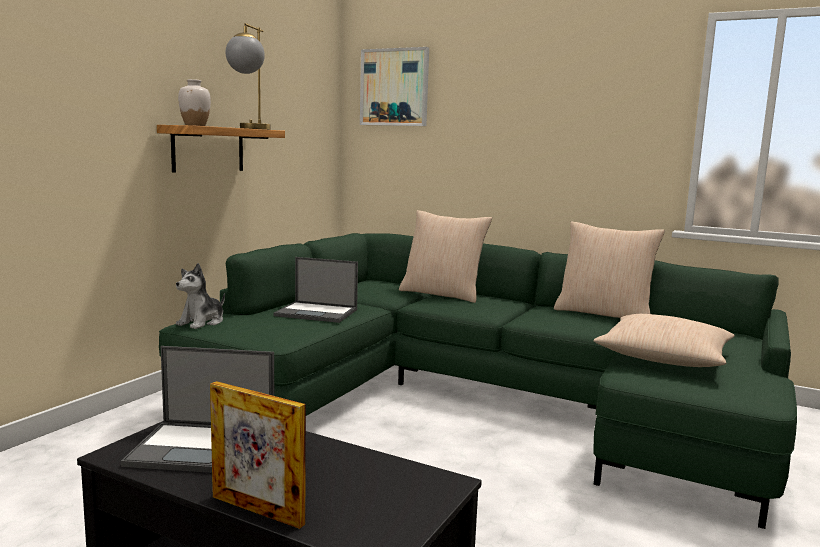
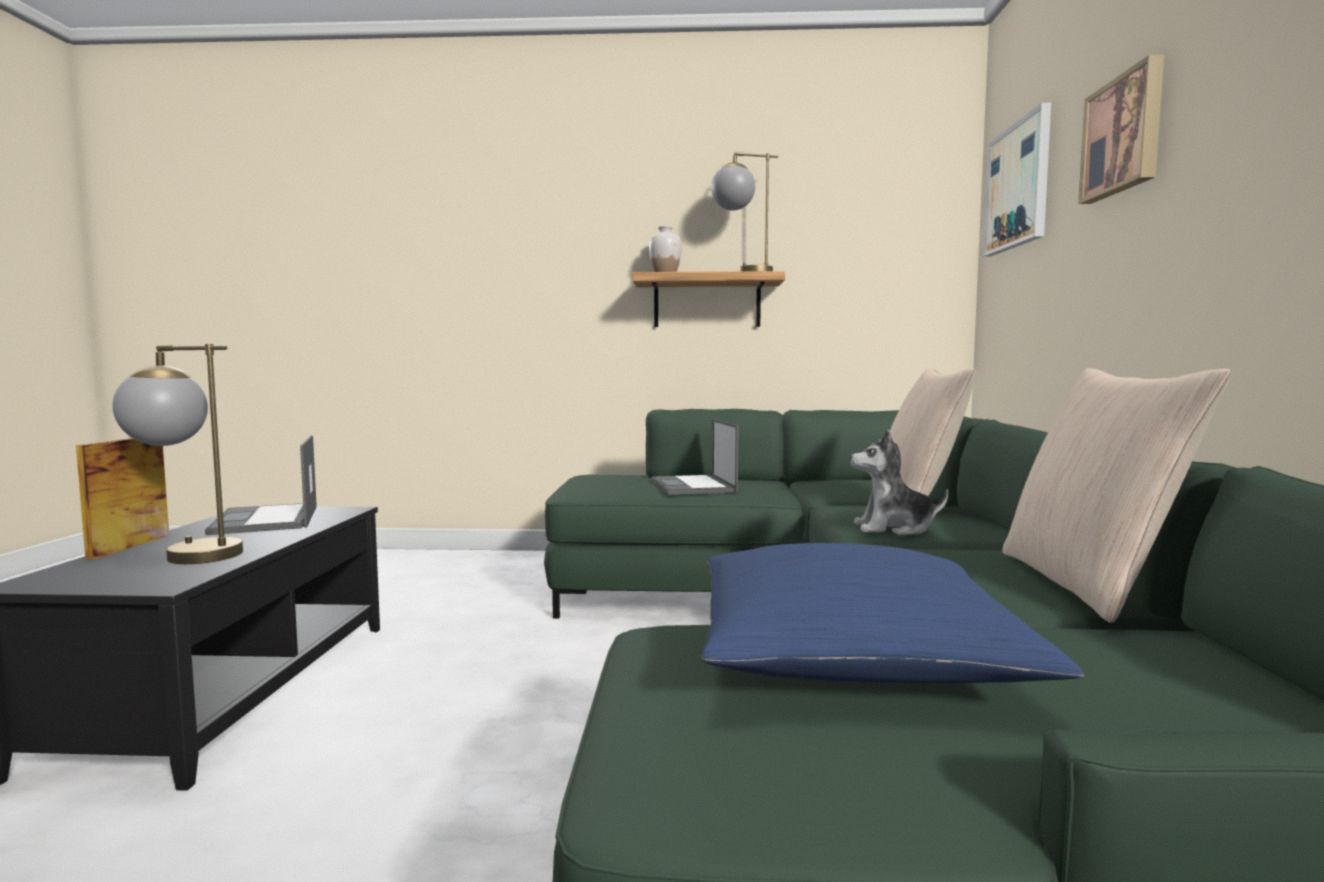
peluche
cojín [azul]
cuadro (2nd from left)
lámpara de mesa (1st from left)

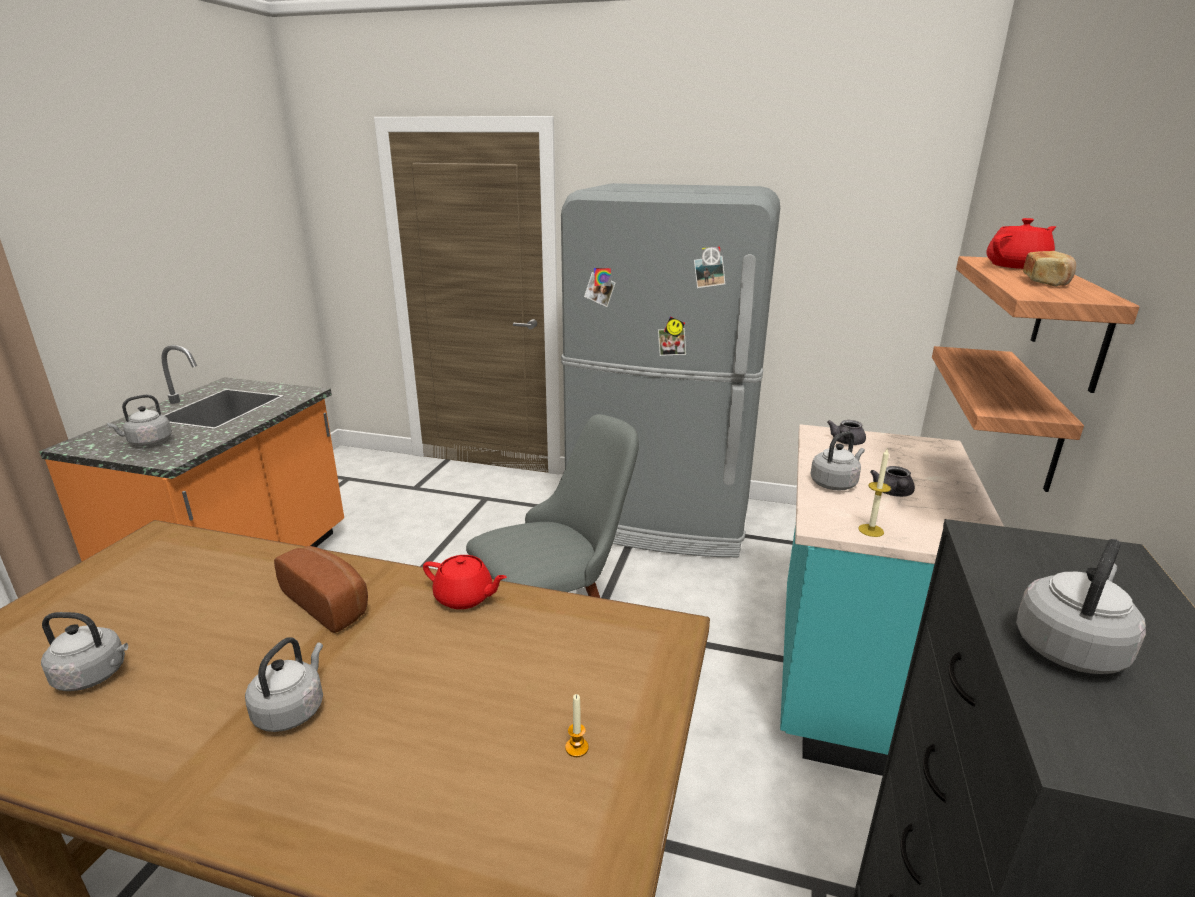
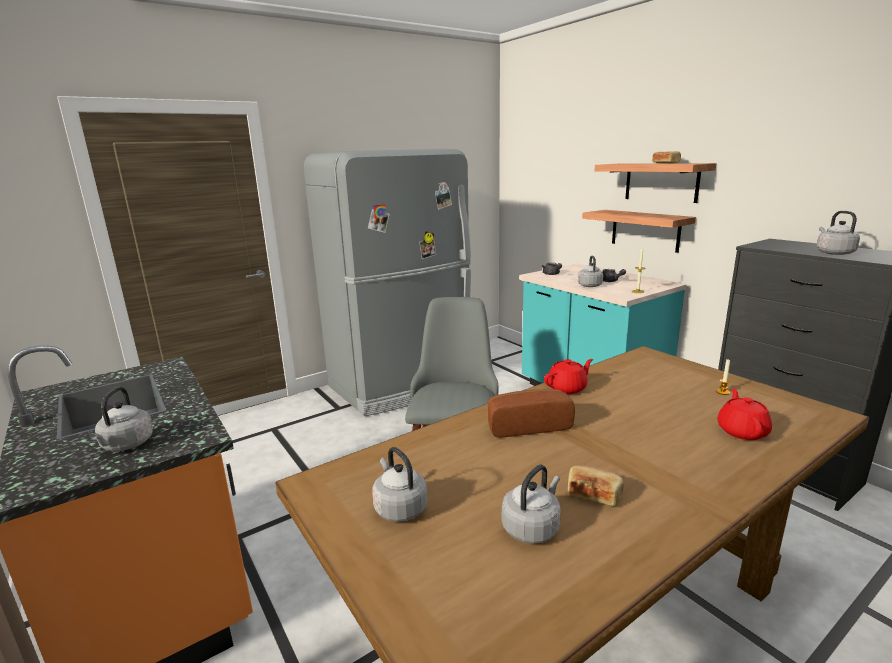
tetera [rojo] (2nd from left)
hervidor [gris] (2nd from left)
pan (2nd from left)

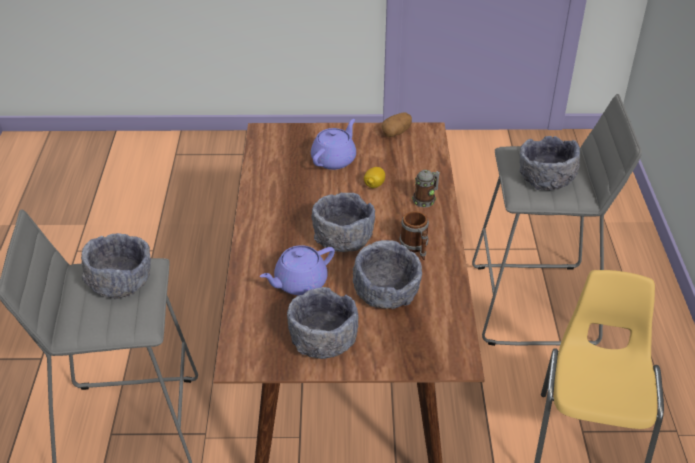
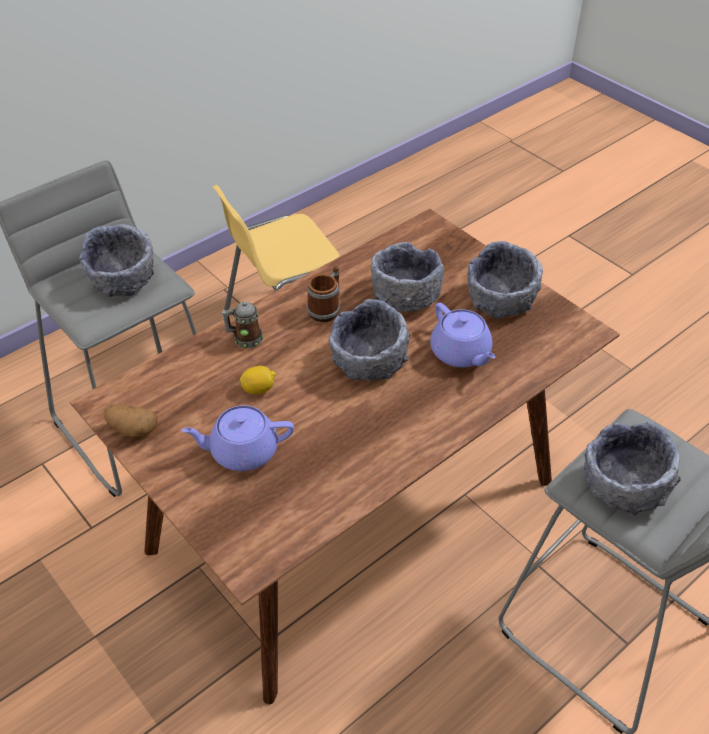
tetera [morado] (2nd from left)

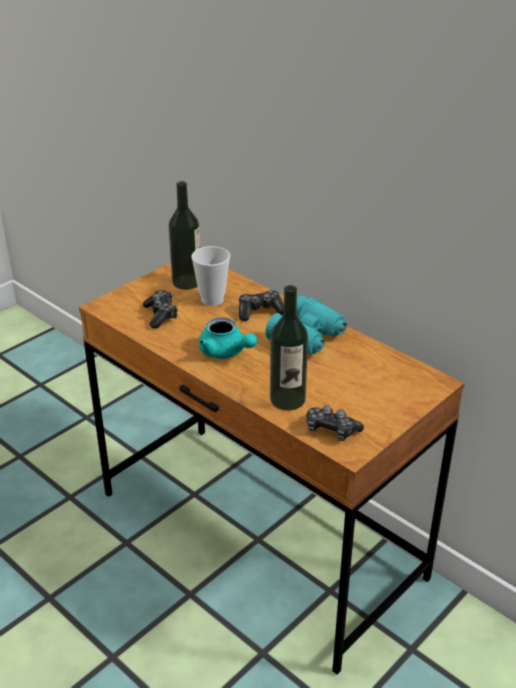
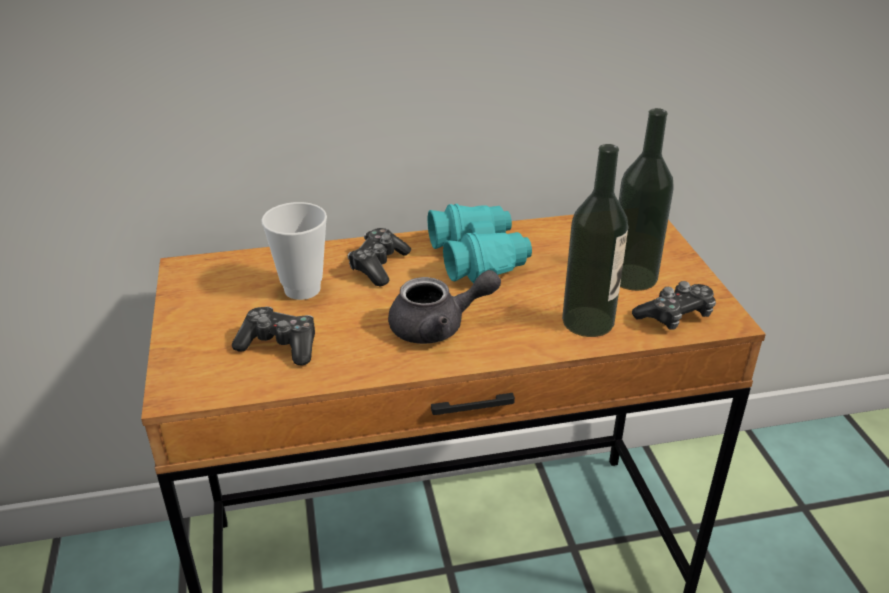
botella (2nd from left)
tetera [gris]

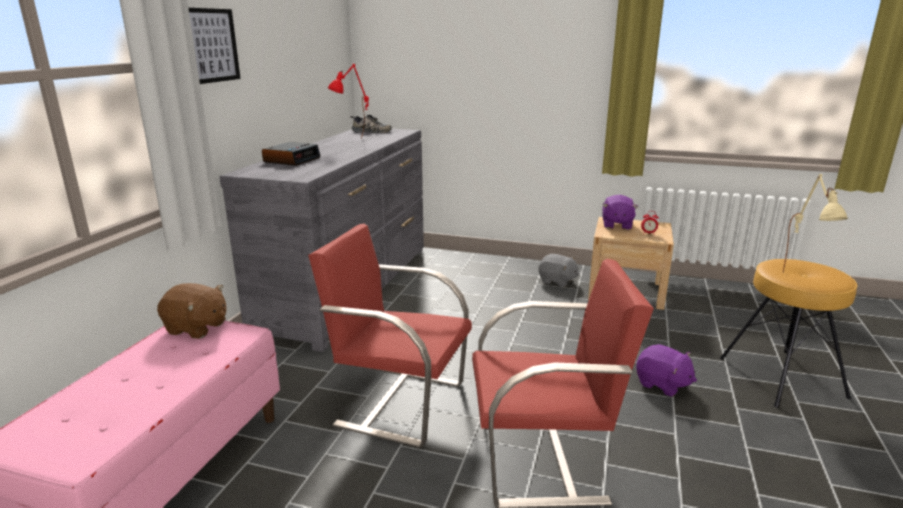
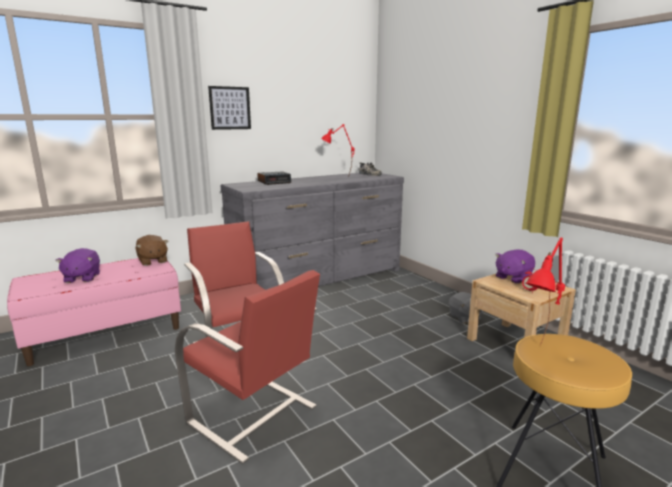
lámpara de mesa [rojo] (2nd from left)
peluche [morado] (1st from left)

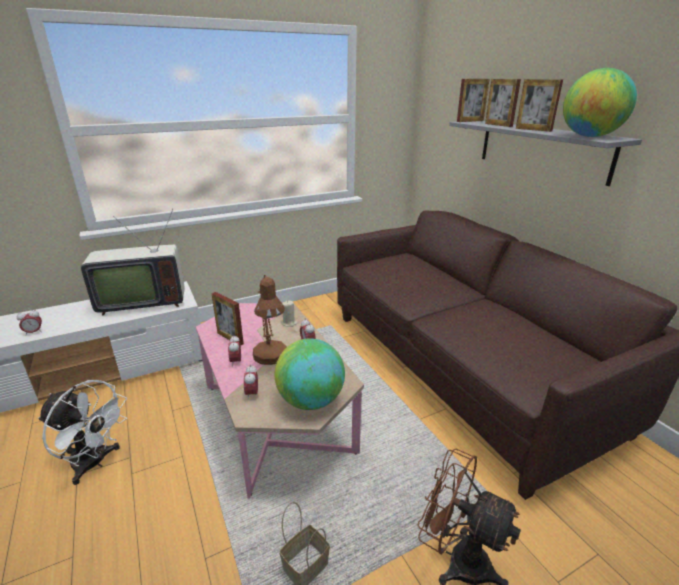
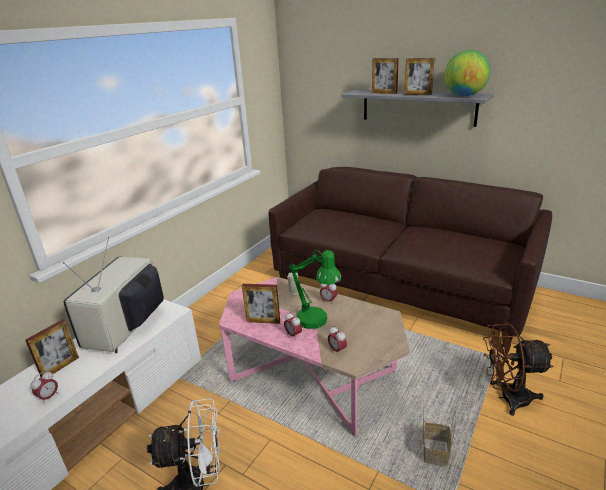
portarretratos (1st from left)
televisor
lámpara de mesa [verde]
globo terráqueo (1st from left in the first image)

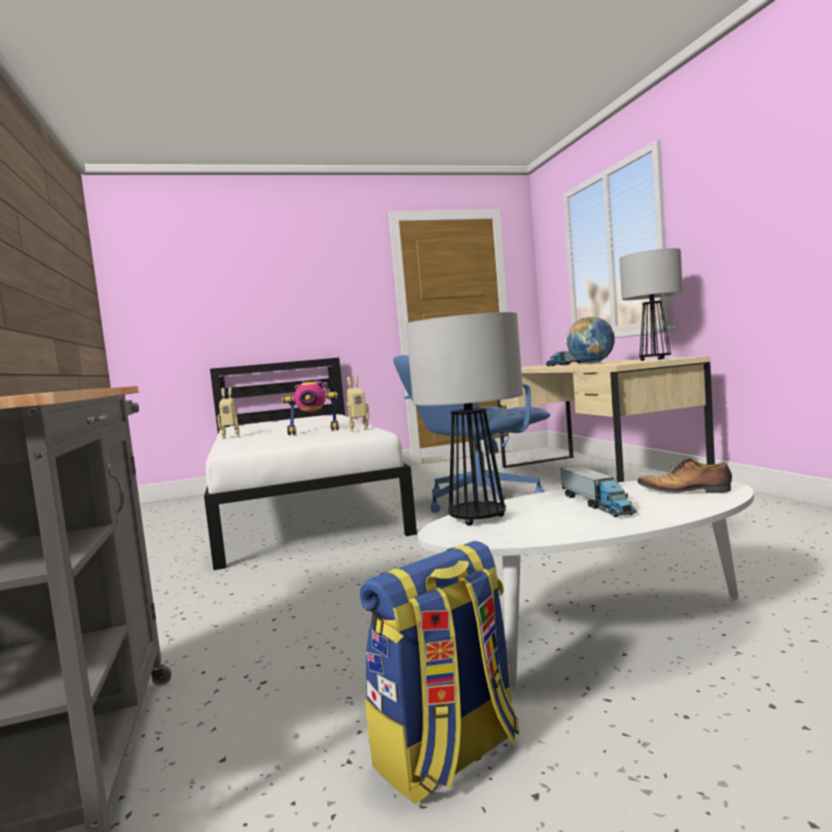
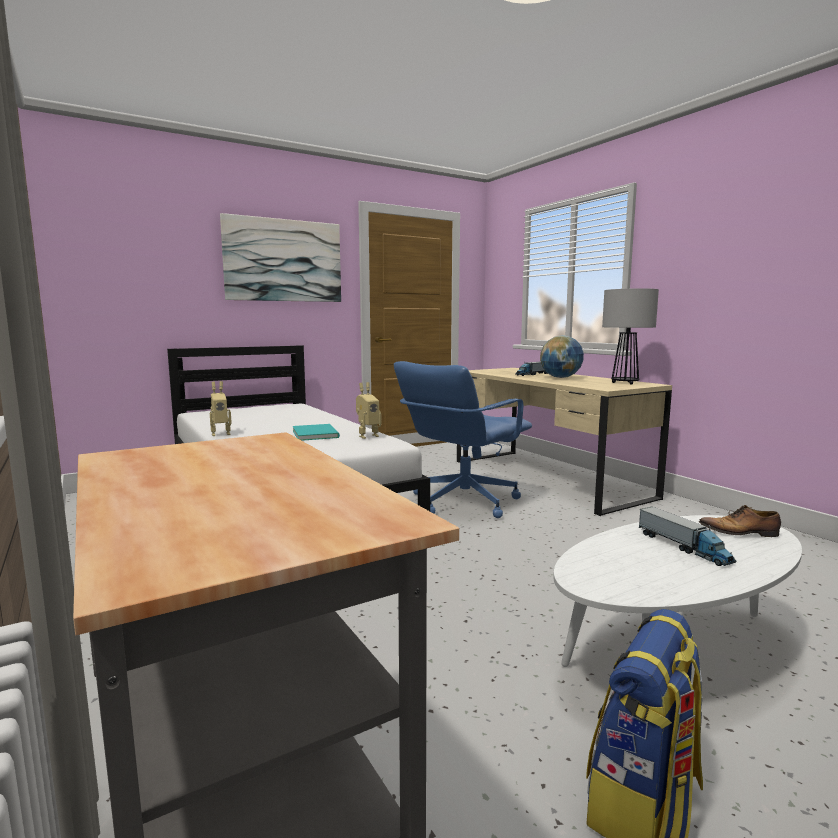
lámpara de mesa (1st from left in the first image)
libro [turquesa]
cuadro

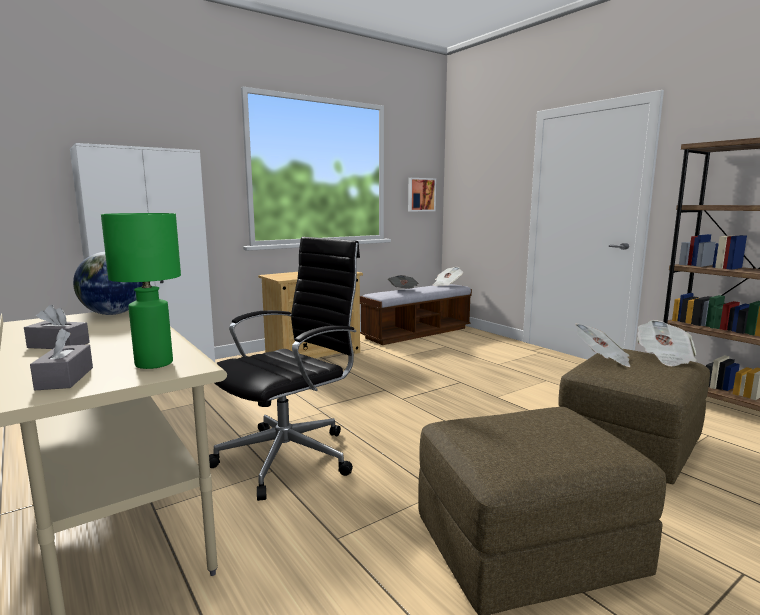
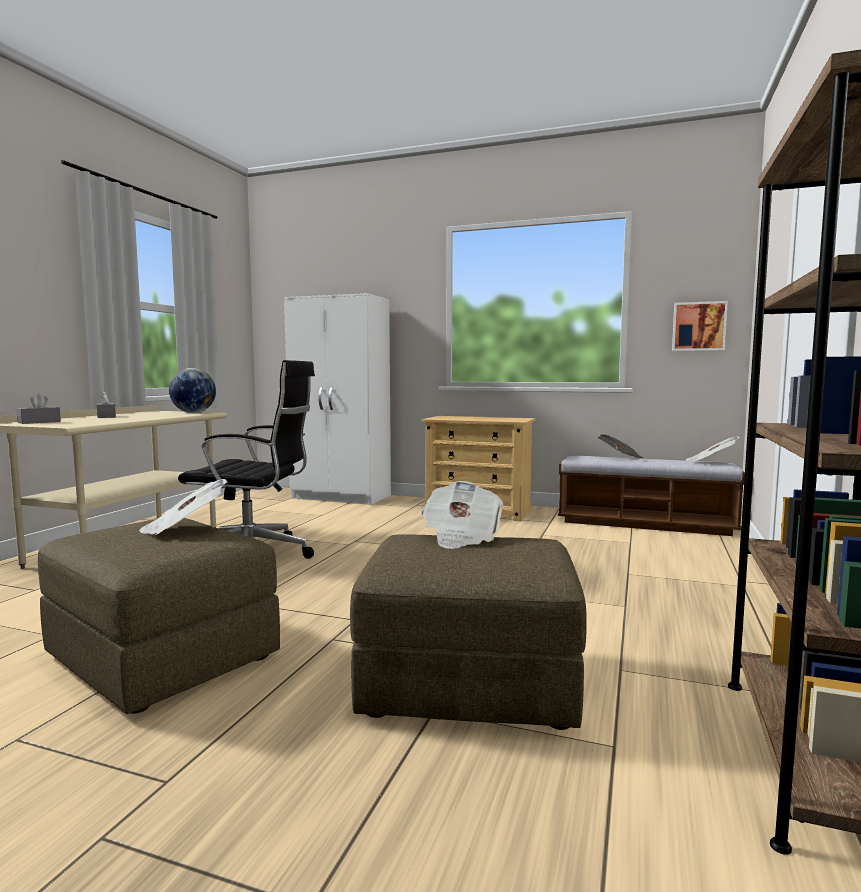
lámpara de mesa [verde]
periódico (1st from left)

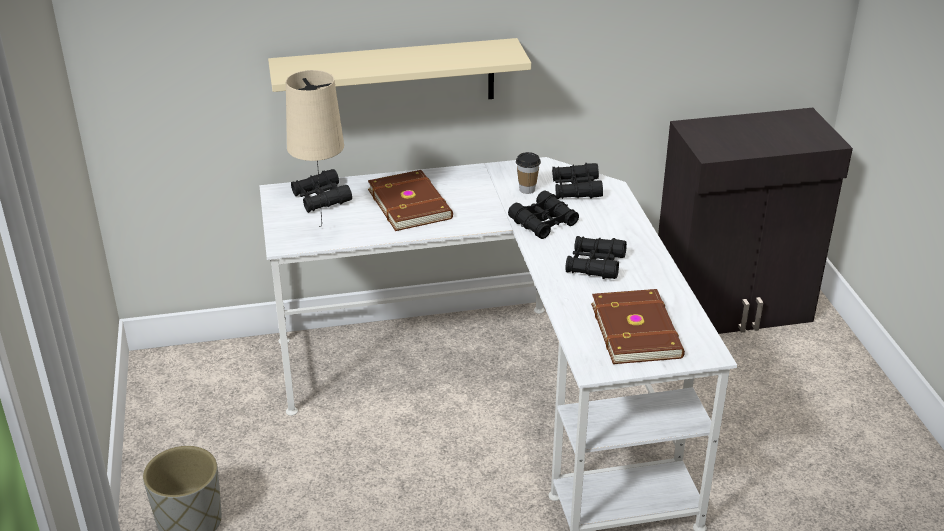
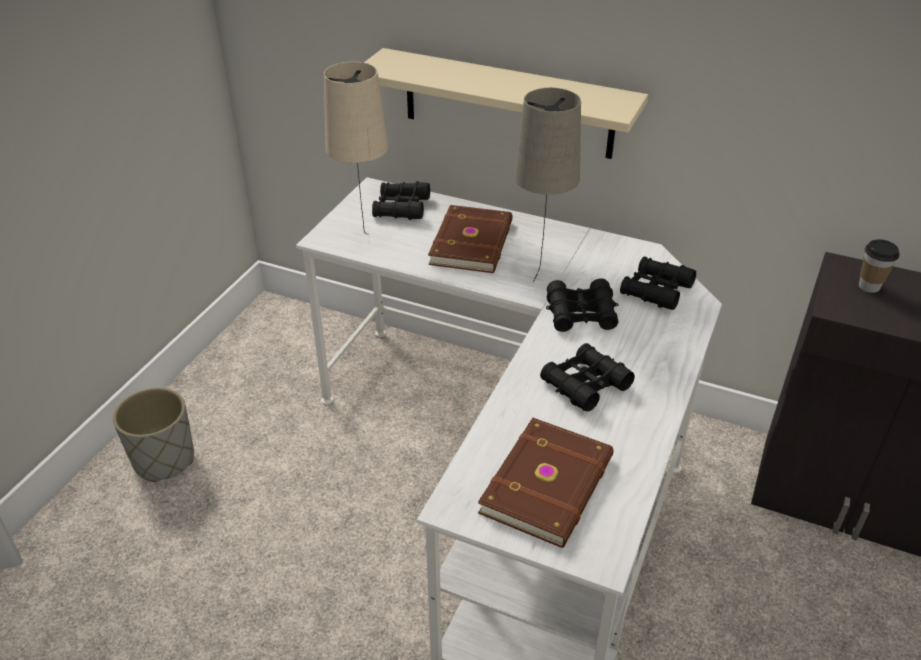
taza
lámpara de mesa [beis] (2nd from left)

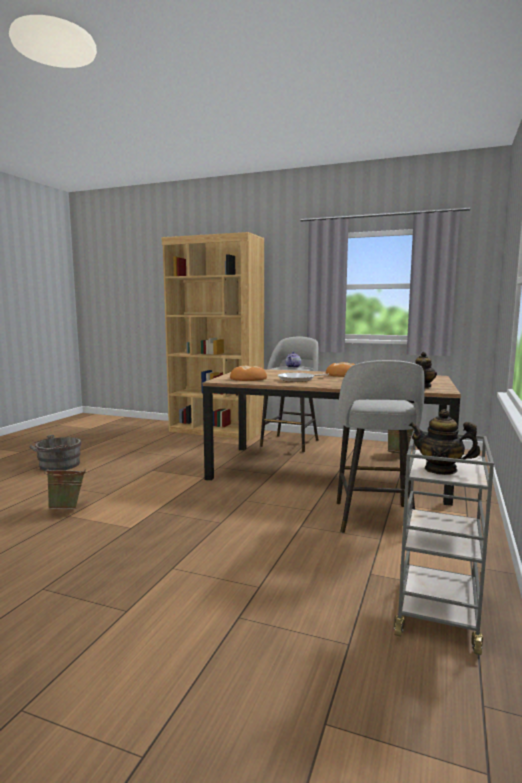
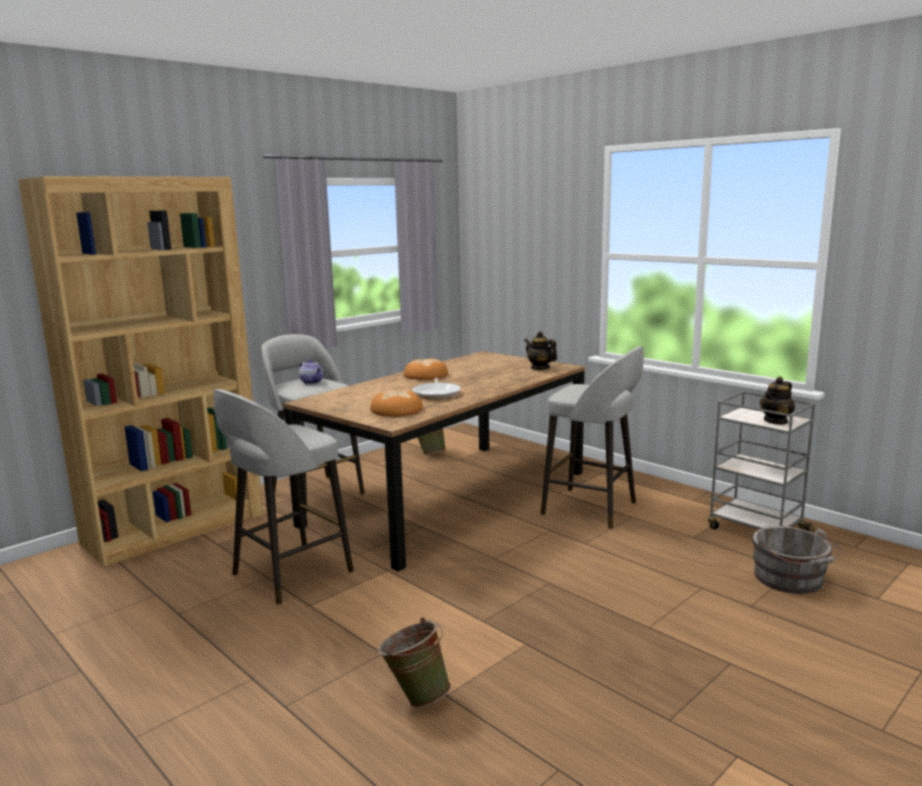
cubo [gris]
taburete [gris] (1st from left)

